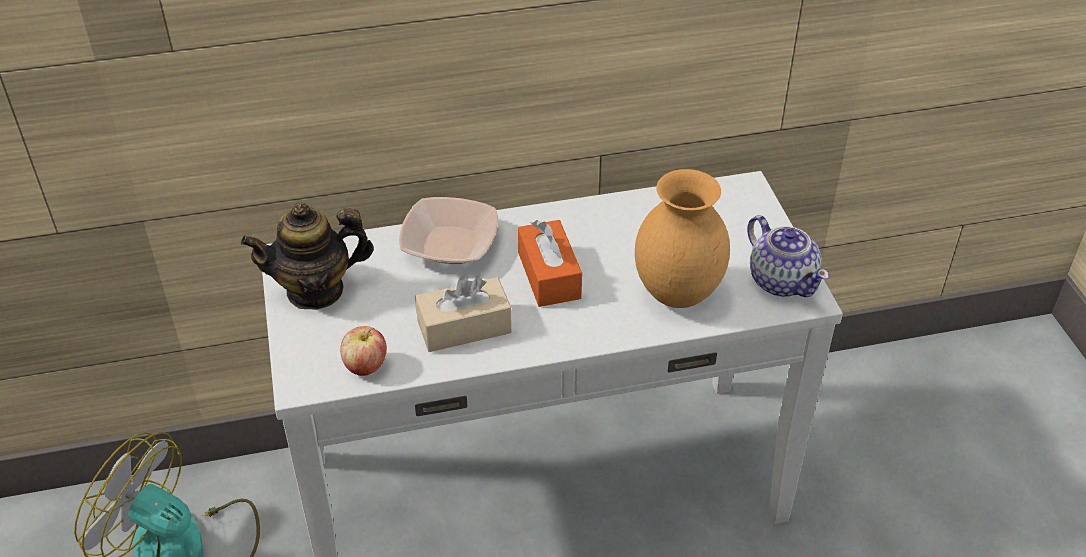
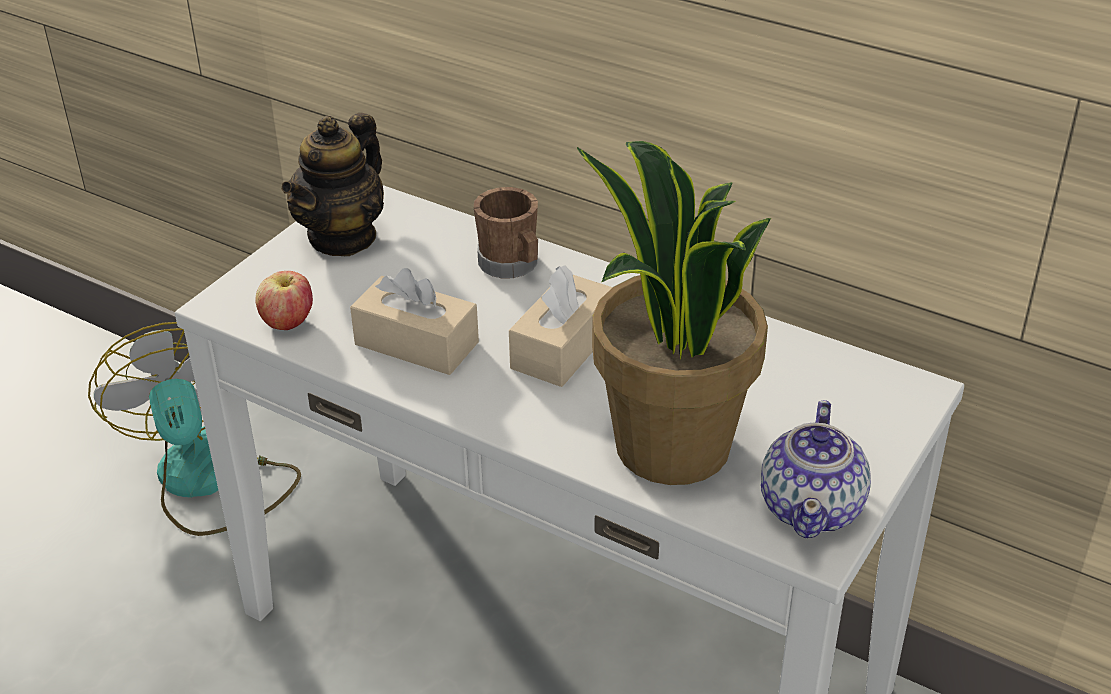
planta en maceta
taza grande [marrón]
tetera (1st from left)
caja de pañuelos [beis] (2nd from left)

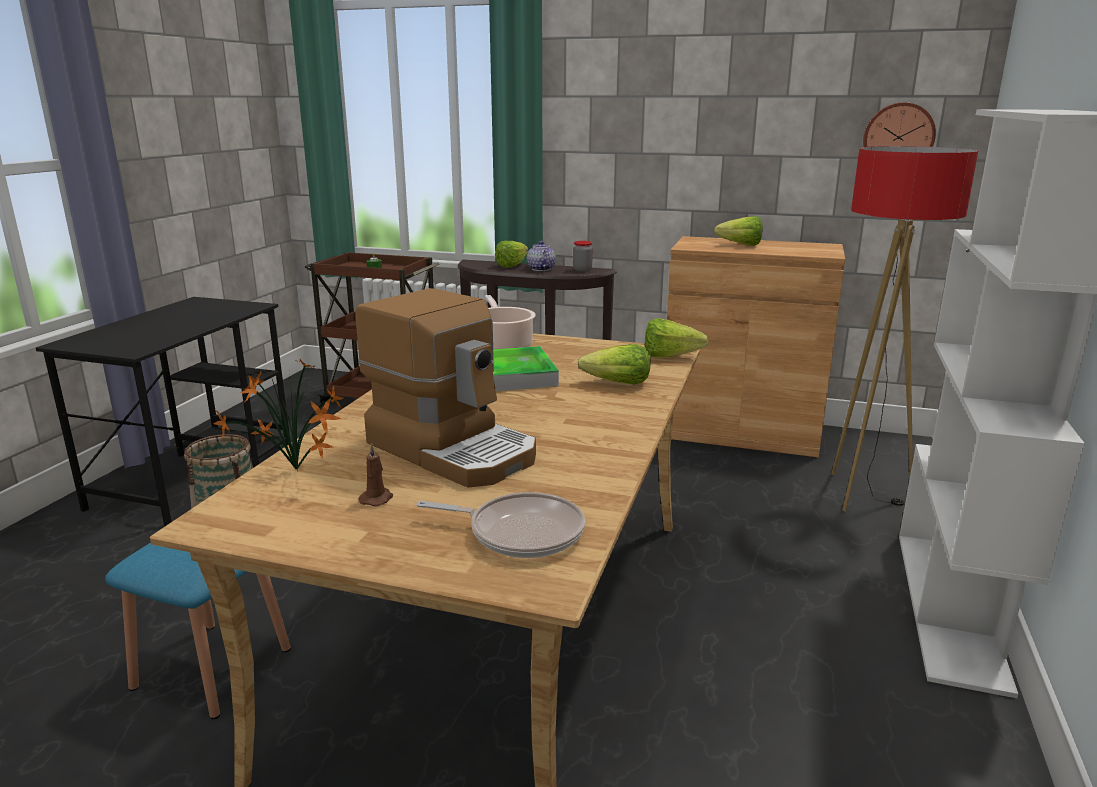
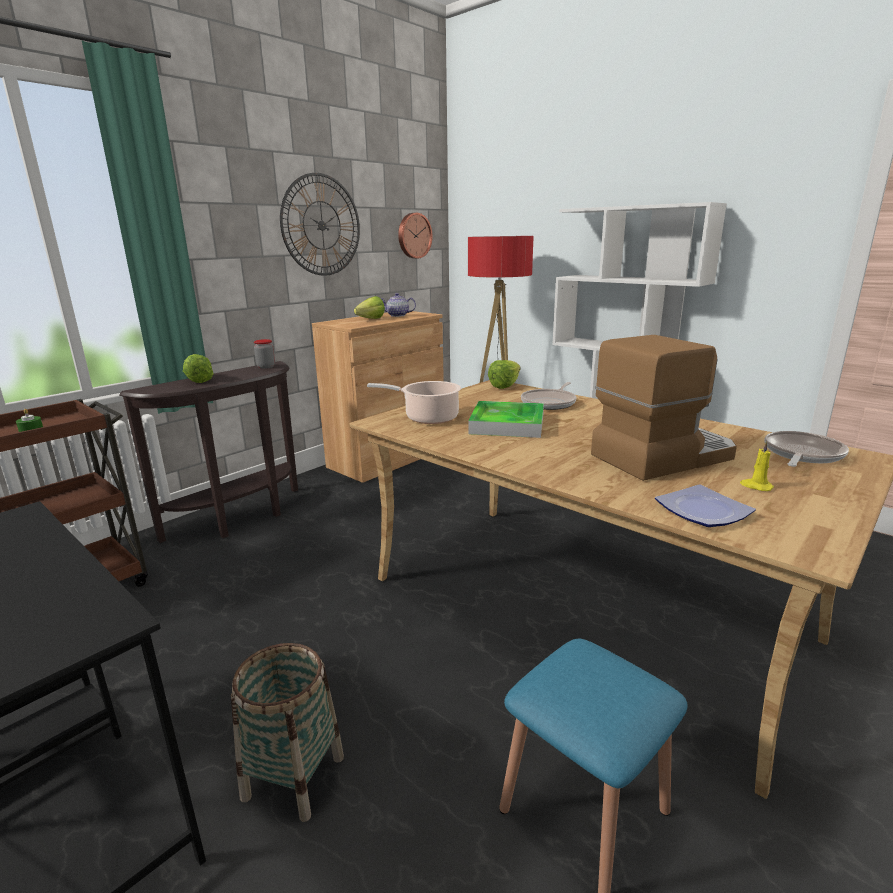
tetera
sartén (1st from left)
plato
vela [amarillo]
reloj de pared (1st from left)

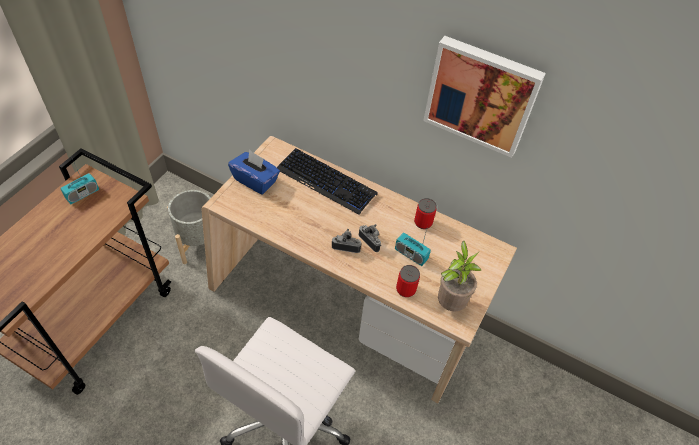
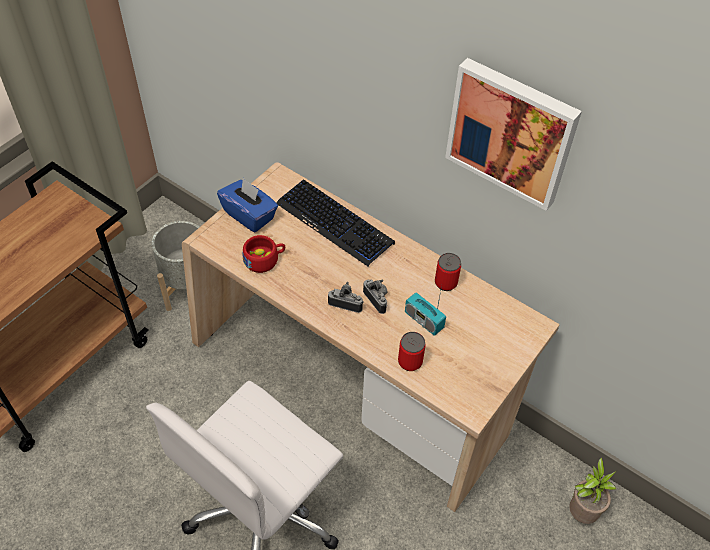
radio (1st from left in the first image)
planta en maceta
taza [rojo]

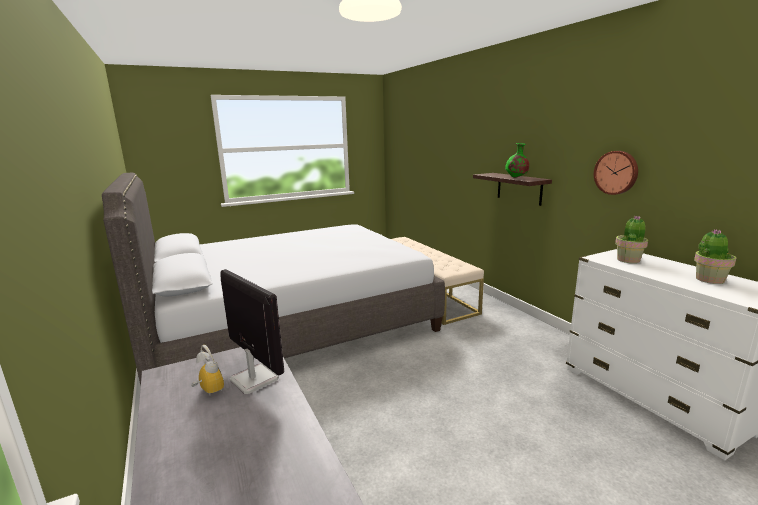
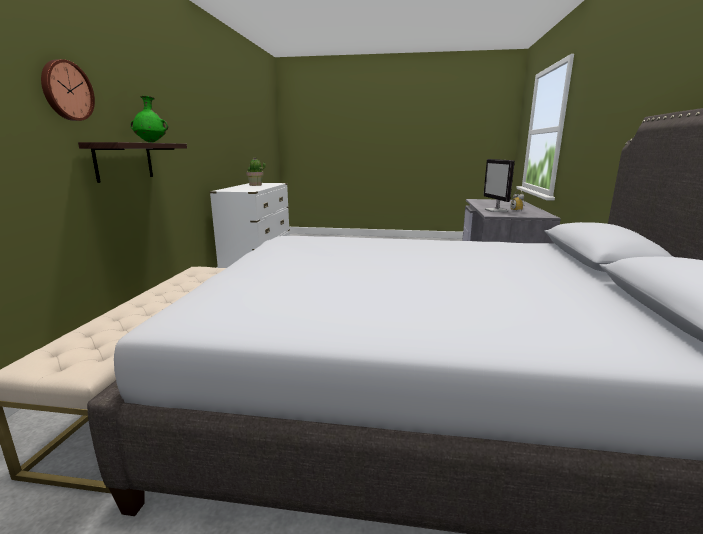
reloj de pared
planta en maceta (1st from left in the first image)

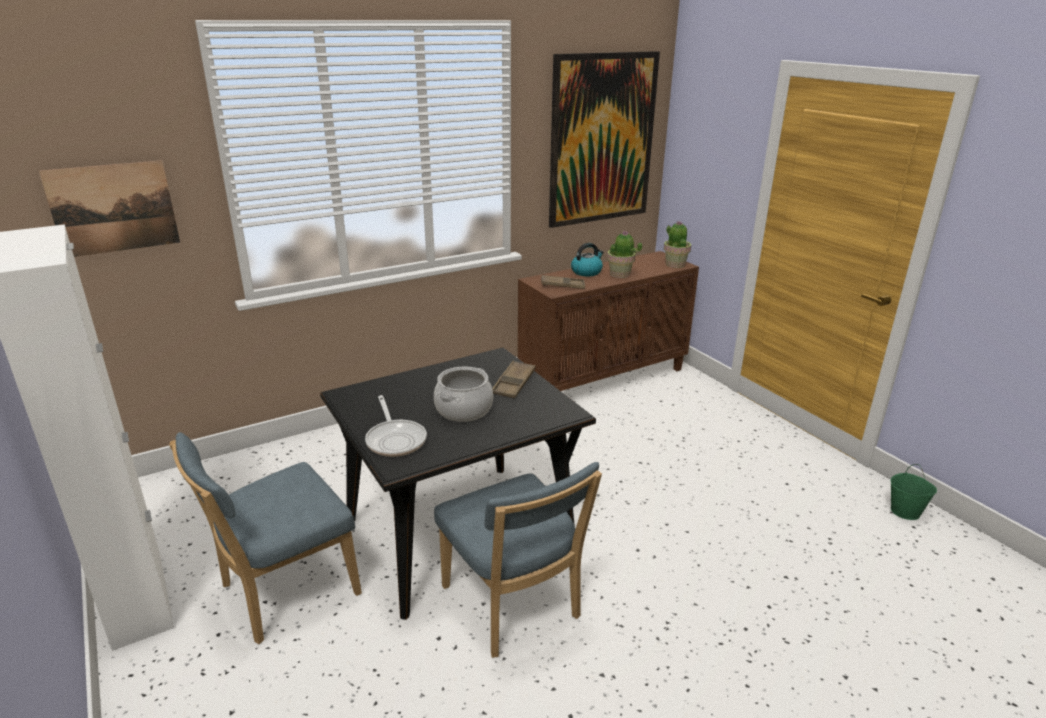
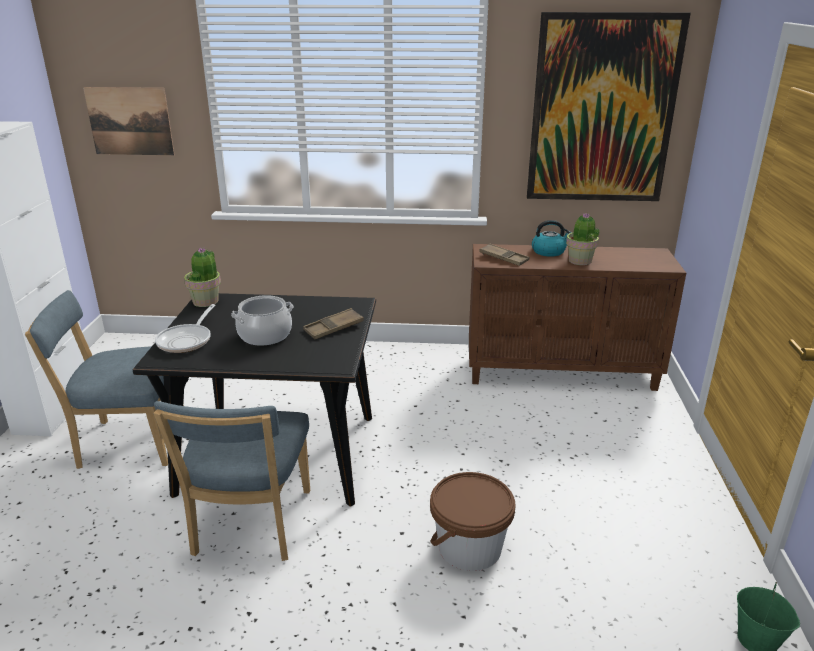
planta en maceta (1st from left)
cubo [marrón]

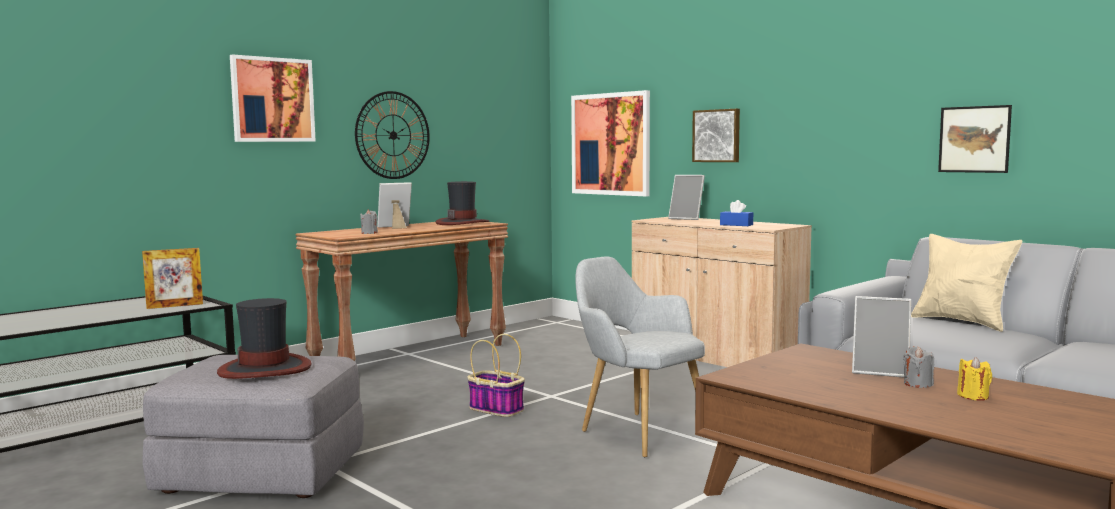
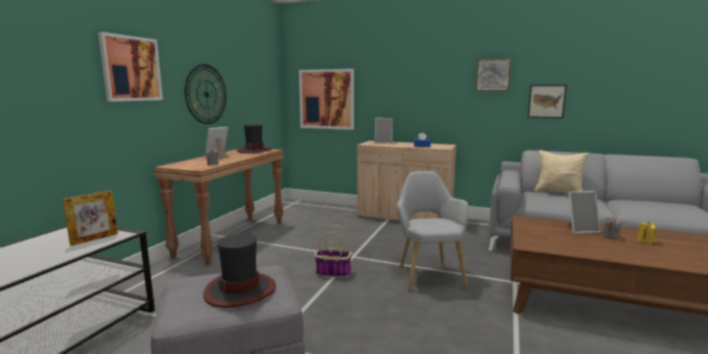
cuadro (3rd from left)
sillón [gris]

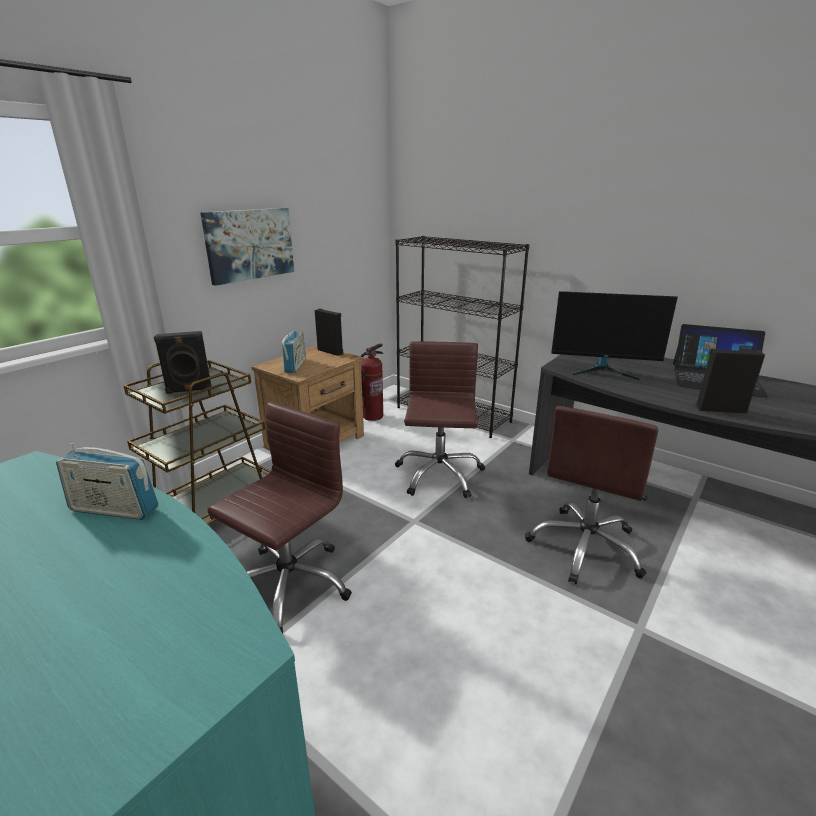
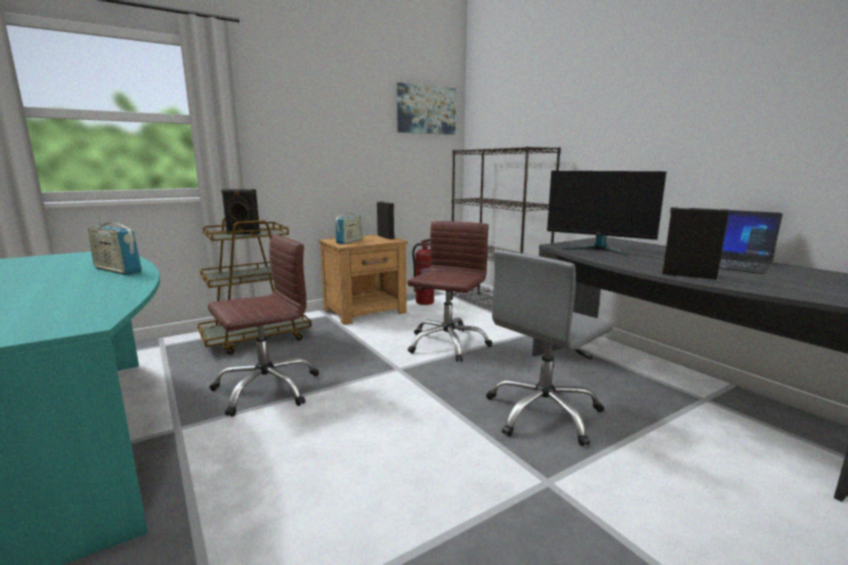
cuadro
silla de oficina [gris]

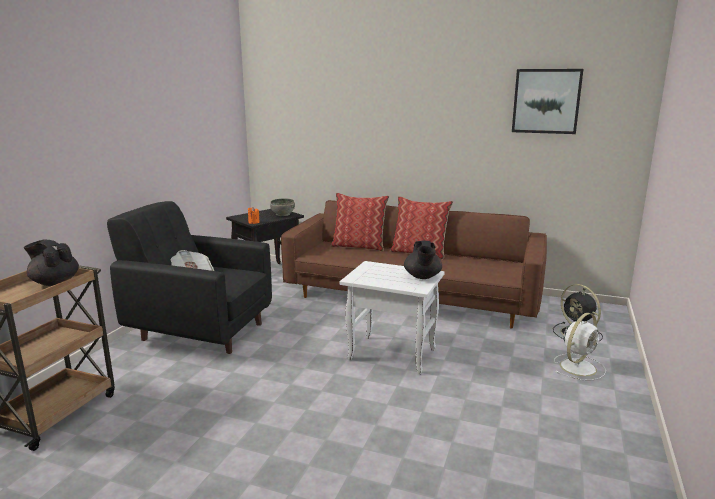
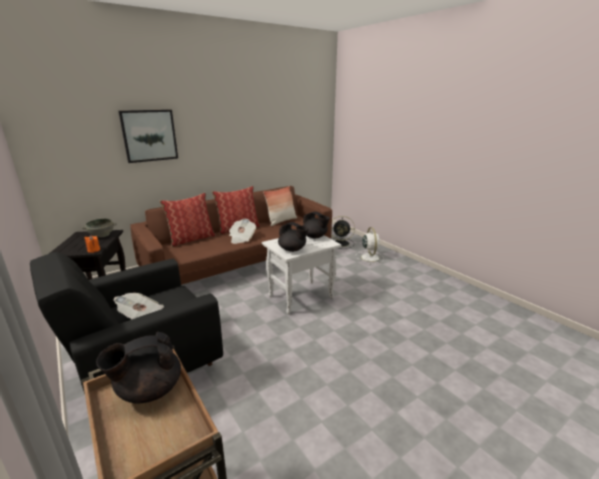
cuadro
cojín (3rd from left)
periódico (2nd from left)
tetera [negro] (2nd from left)

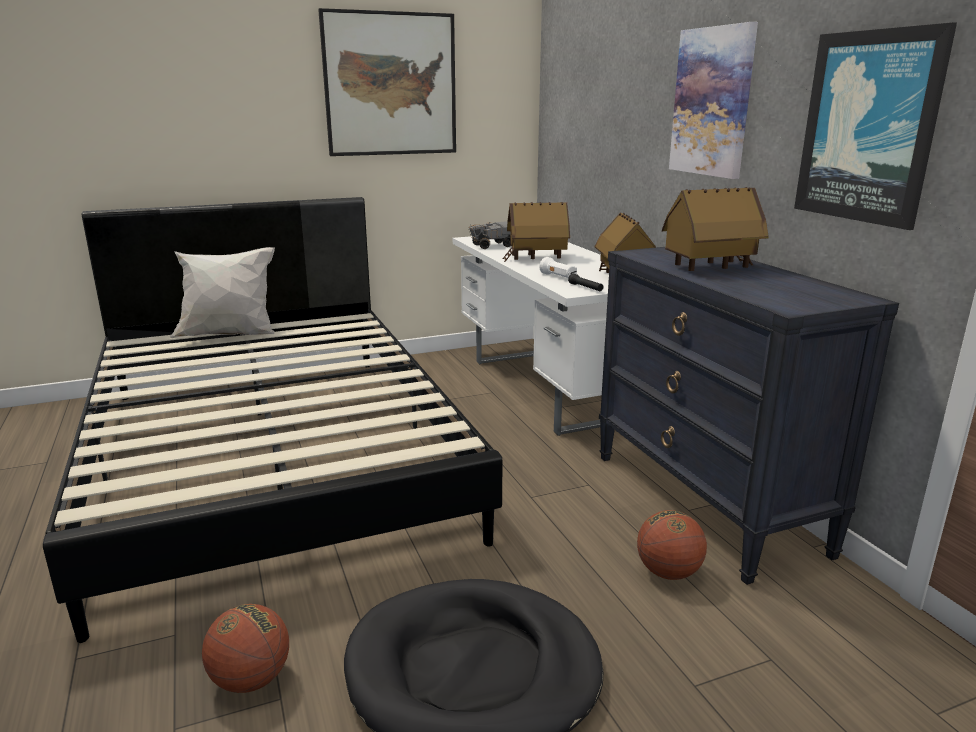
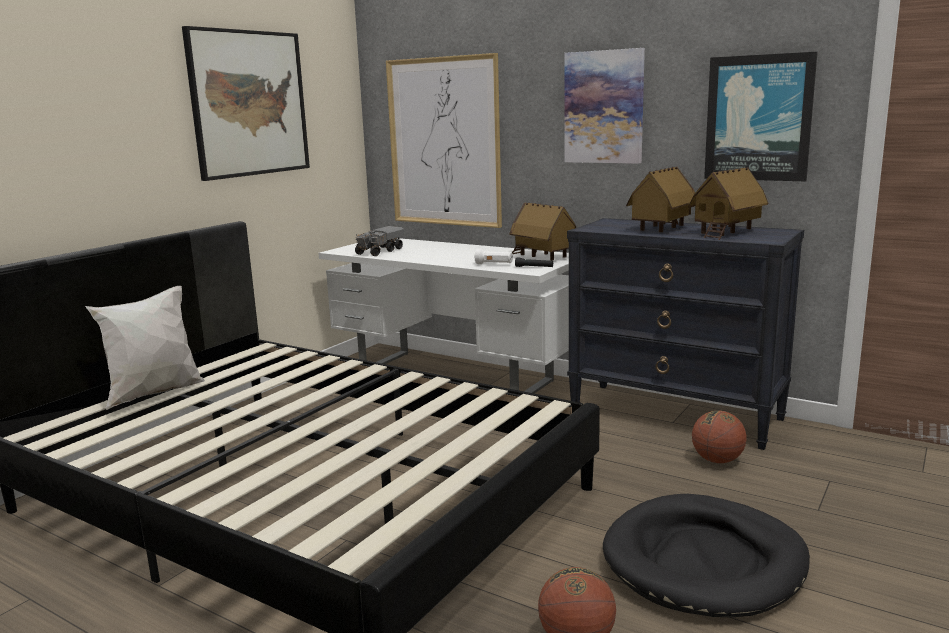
casita (3rd from left)
cuadro (2nd from left)

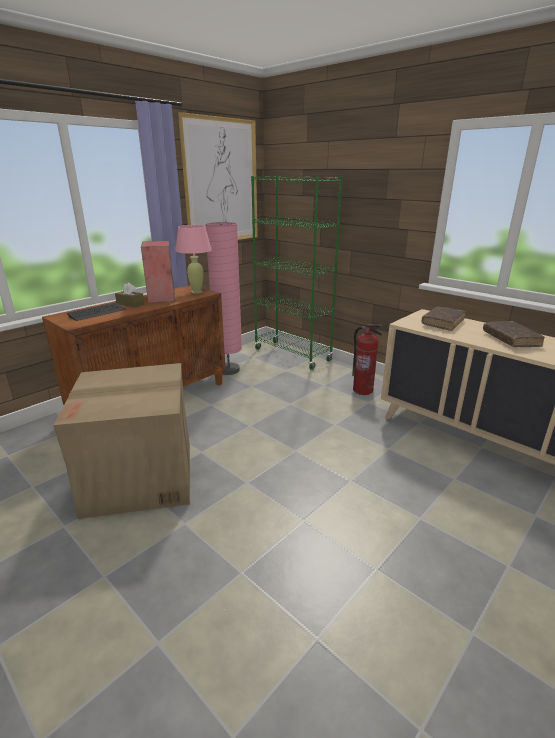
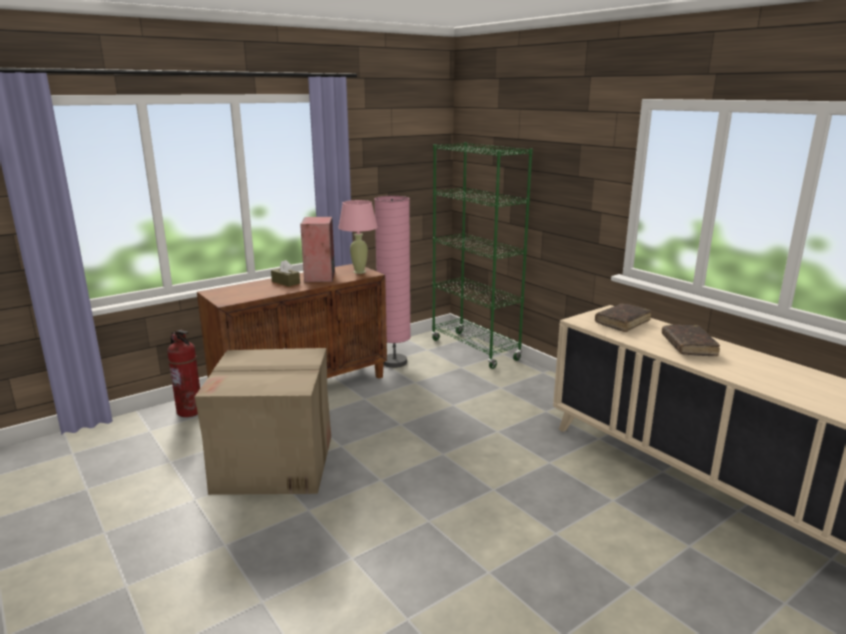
cuadro
teclado
extintor

